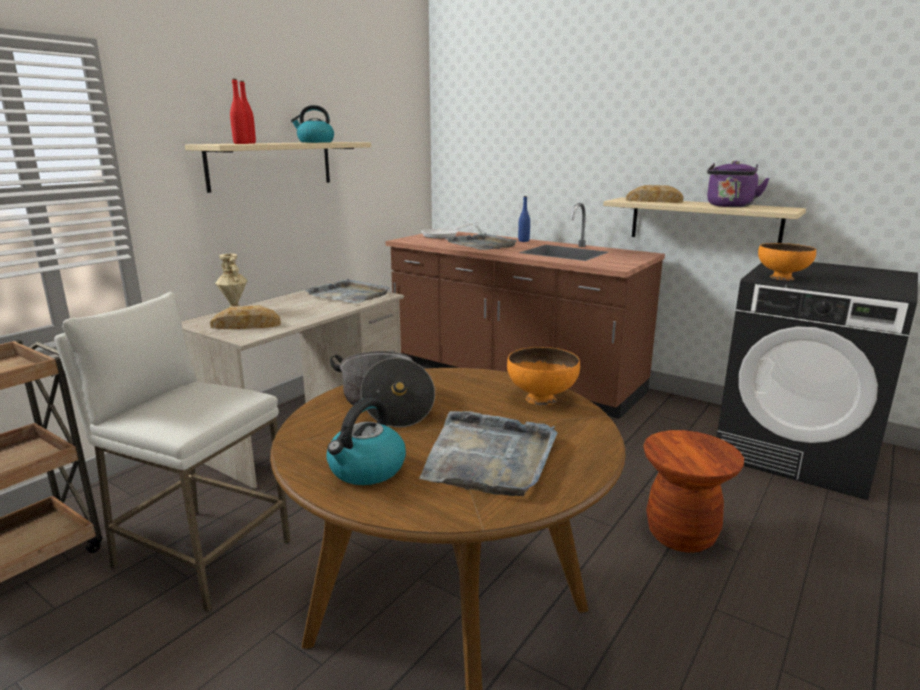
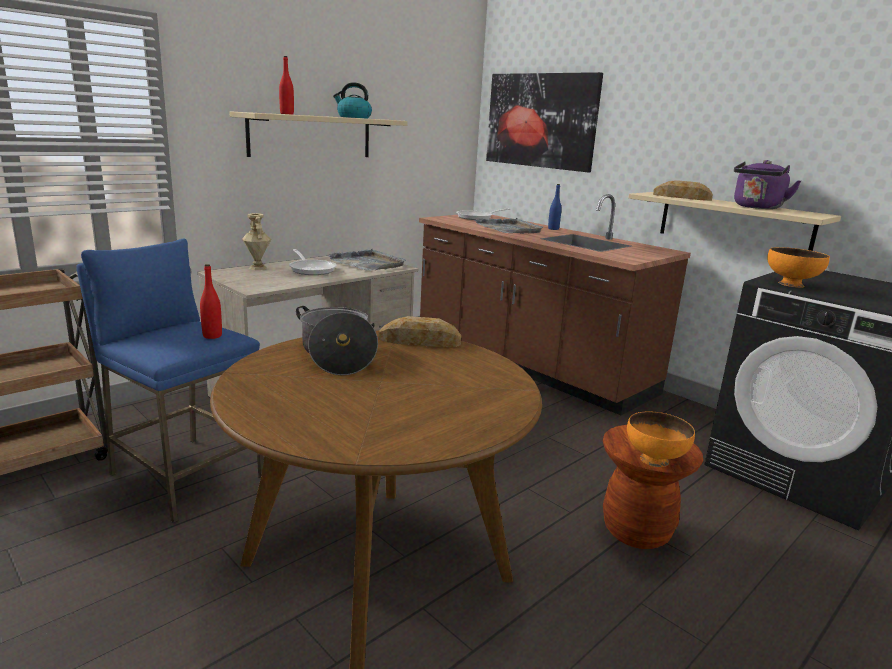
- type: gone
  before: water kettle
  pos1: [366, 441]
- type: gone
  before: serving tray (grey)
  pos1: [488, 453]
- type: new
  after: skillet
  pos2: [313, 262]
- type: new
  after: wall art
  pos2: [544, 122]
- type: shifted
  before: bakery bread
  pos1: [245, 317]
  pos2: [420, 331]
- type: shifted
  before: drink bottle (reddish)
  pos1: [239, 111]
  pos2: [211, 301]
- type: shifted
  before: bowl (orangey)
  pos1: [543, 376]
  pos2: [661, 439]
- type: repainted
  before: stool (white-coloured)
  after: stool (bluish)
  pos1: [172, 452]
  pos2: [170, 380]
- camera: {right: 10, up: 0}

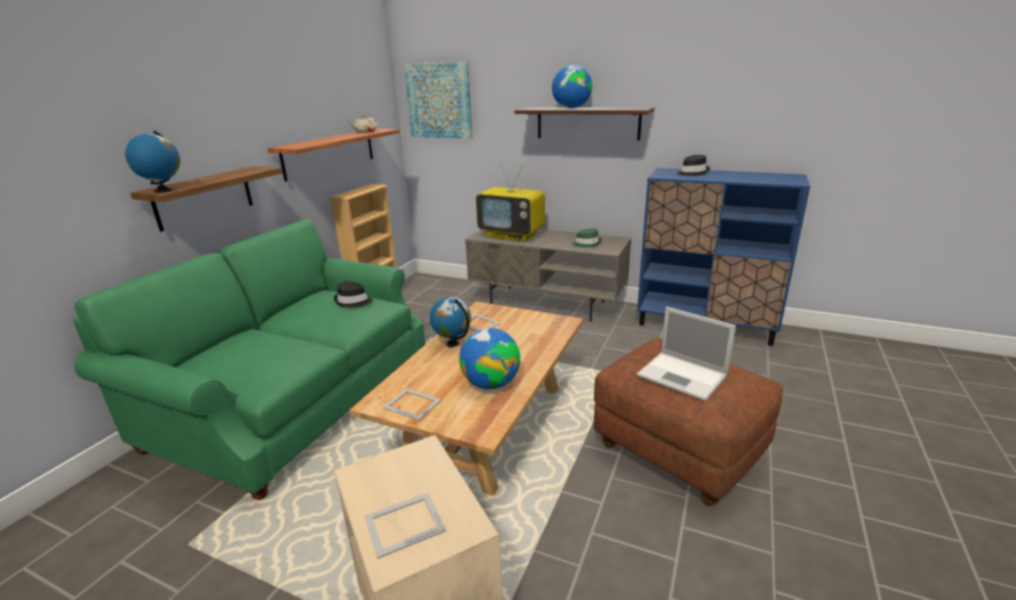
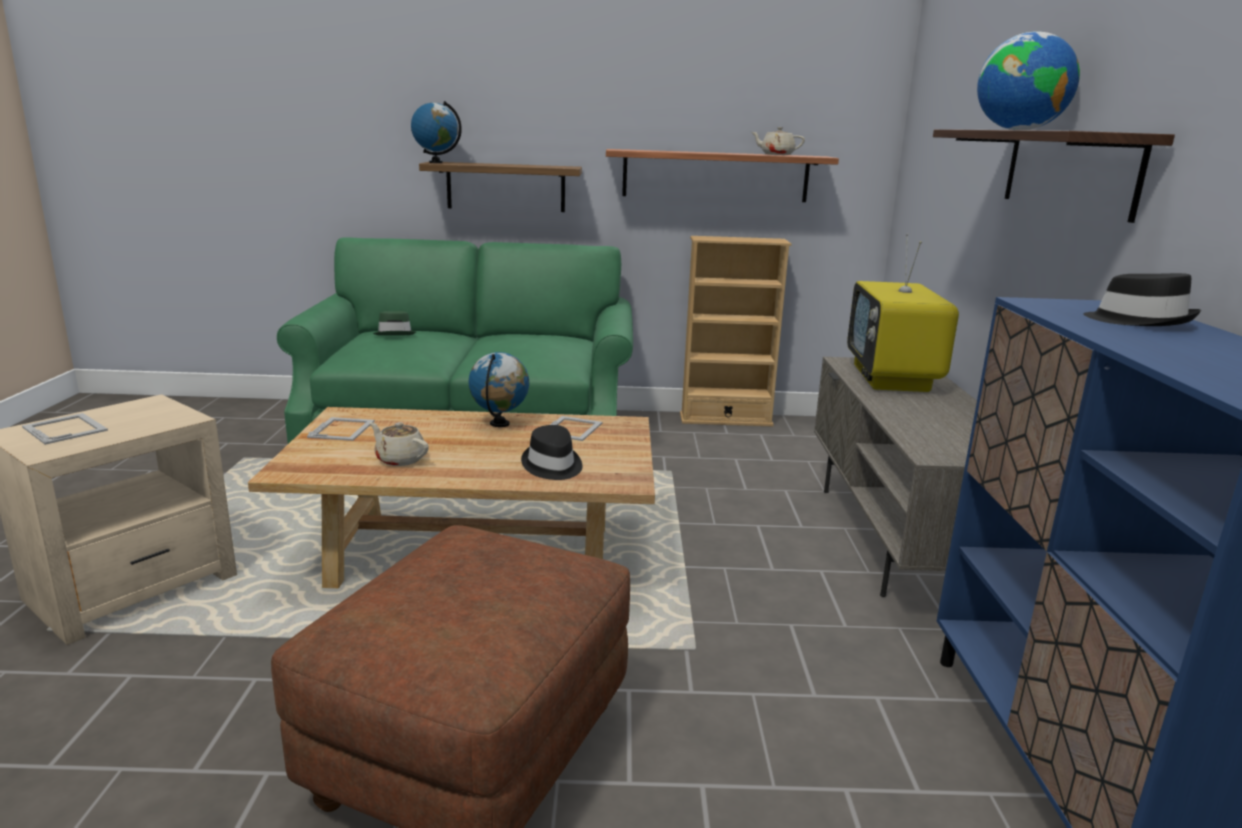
- type: gone
  before: wall art
  pos1: [438, 99]
- type: gone
  before: notebook computer
  pos1: [686, 354]
- type: shifted
  before: wearable hat (black)
  pos1: [353, 294]
  pos2: [551, 452]
- type: shifted
  before: wearable hat (green-coloured)
  pos1: [586, 238]
  pos2: [394, 323]
- type: swapped
  before: globe
  after: pot for tea (beige-coloured)
  pos1: [489, 359]
  pos2: [399, 444]
- camera: {right: 65, up: -5}

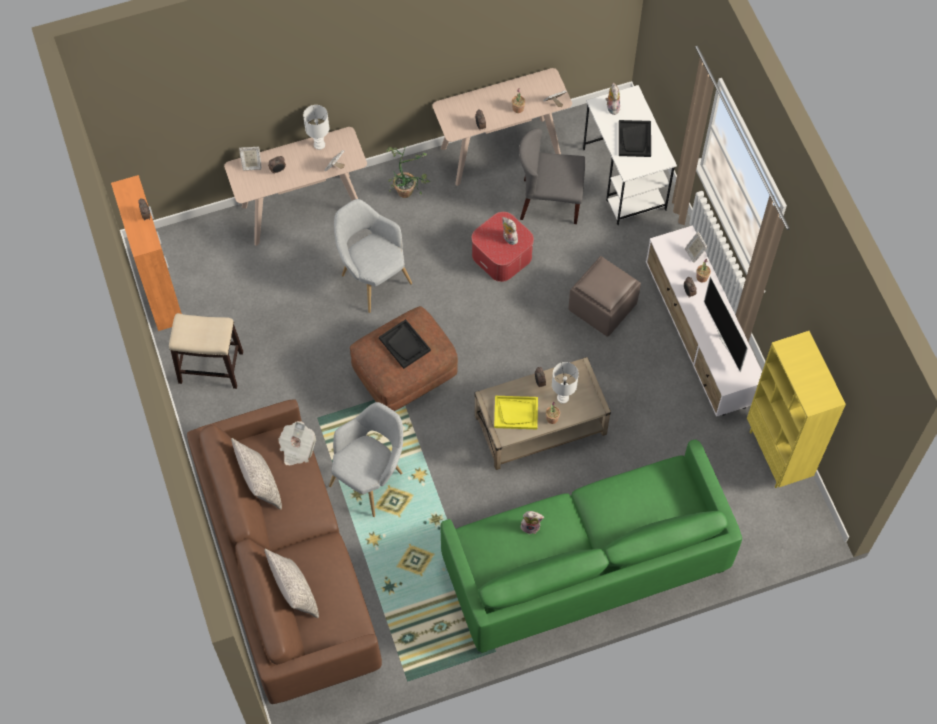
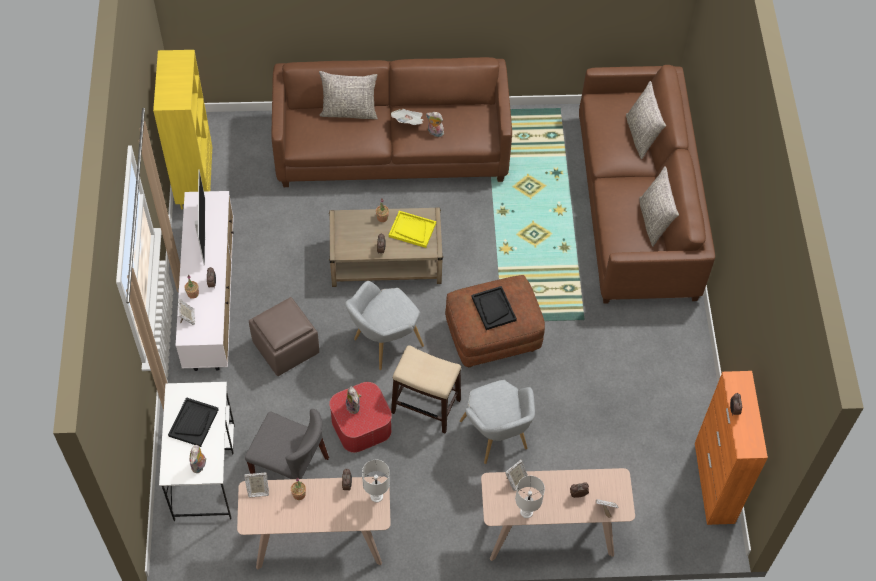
- type: gone
  before: houseplant
  pos1: [408, 172]
- type: new
  after: pillow (grey)
  pos2: [348, 95]
- type: shifted
  before: stool
  pos1: [206, 351]
  pos2: [426, 389]
- type: shifted
  before: printed paper
  pos1: [297, 443]
  pos2: [407, 117]
- type: shifted
  before: lounge chair (grey)
  pos1: [366, 459]
  pos2: [384, 325]
- type: shifted
  before: lamp for a table (white-coloured)
  pos1: [565, 382]
  pos2: [376, 481]
- type: repainted
  before: sofa (green-coloured)
  after: sofa (brown)
  pos1: [591, 546]
  pos2: [391, 122]
- camera: {right: -165, up: -5}

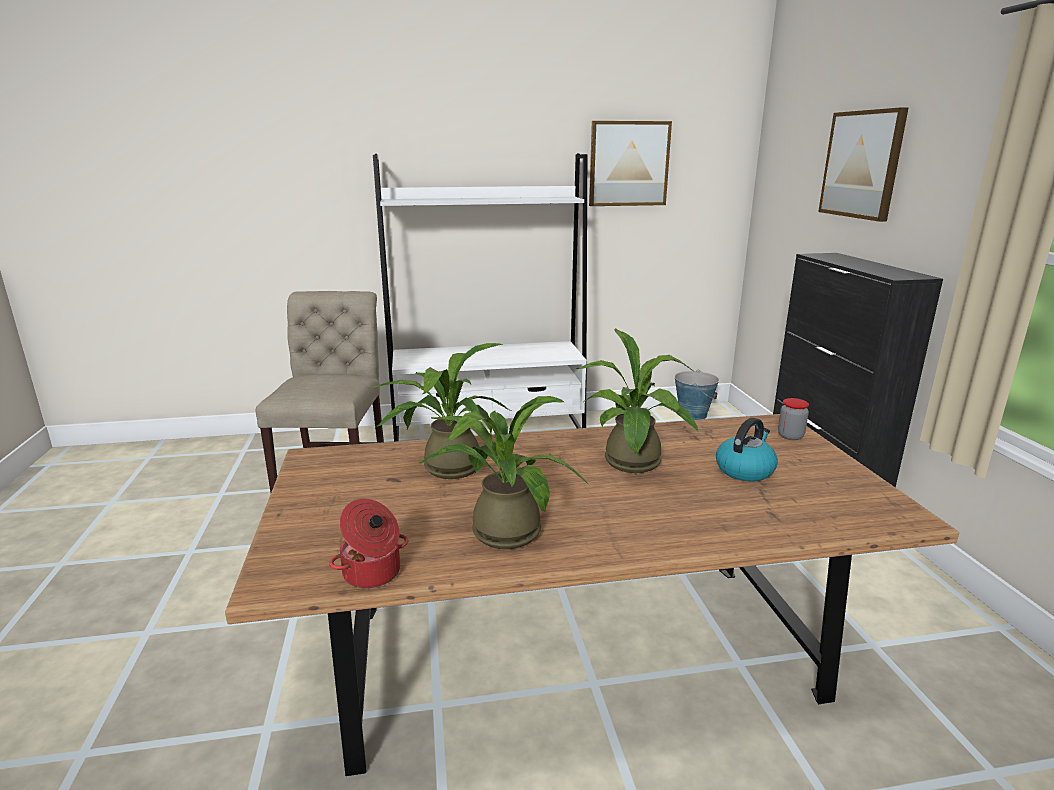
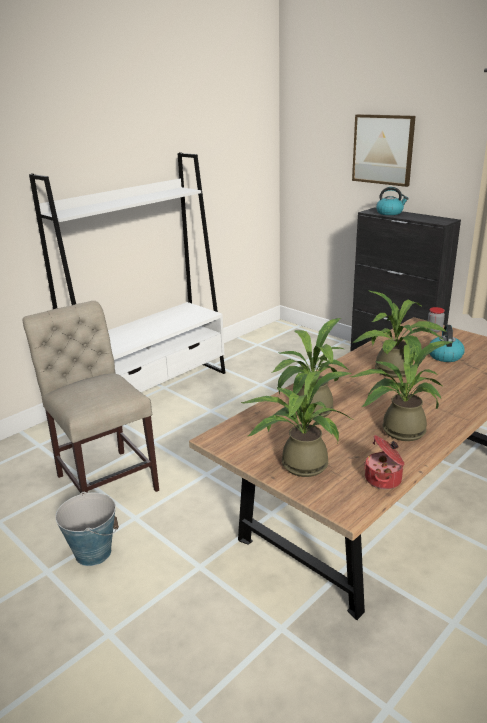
- type: gone
  before: wall art
  pos1: [630, 163]
- type: new
  after: houseplant
  pos2: [298, 424]
- type: new
  after: water kettle
  pos2: [392, 201]
- type: shifted
  before: bucket
  pos1: [697, 395]
  pos2: [87, 529]
- camera: {right: -35, up: 5}

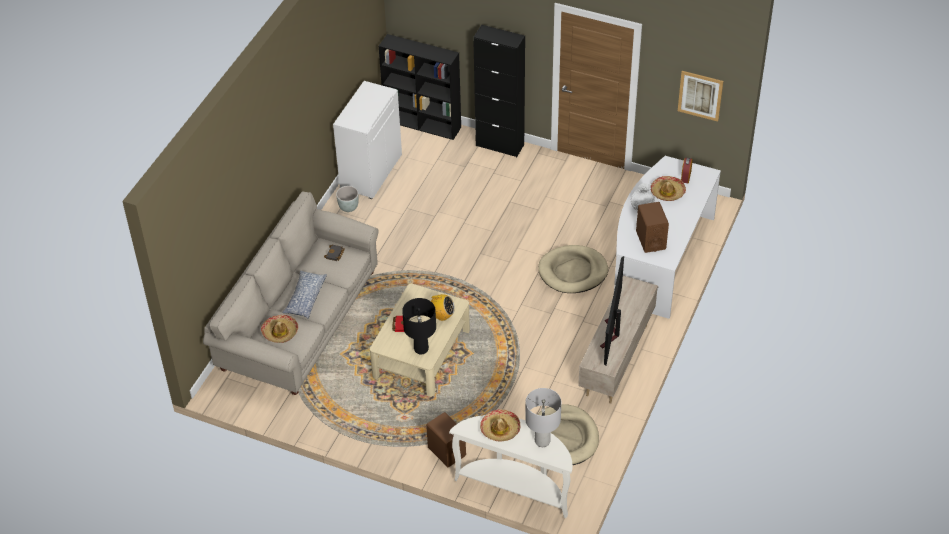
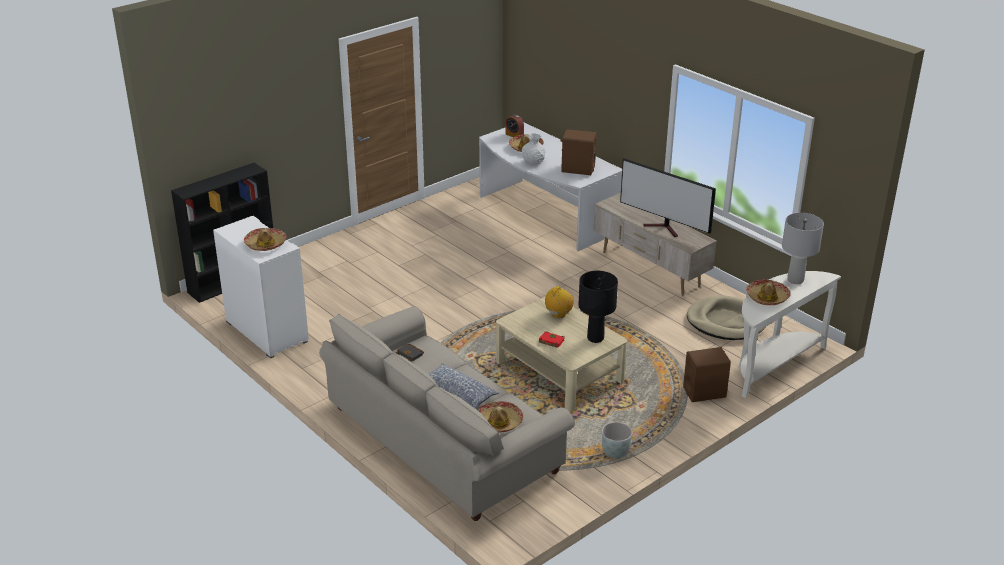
- type: gone
  before: cabinet (black)
  pos1: [499, 91]
- type: gone
  before: pet bed (beige-coloured)
  pos1: [573, 269]
- type: gone
  before: wall art
  pos1: [700, 96]
- type: new
  after: wearable hat
  pos2: [265, 239]
- type: shifted
  before: planter (grey)
  pos1: [347, 199]
  pos2: [617, 440]
- camera: {right: -65, up: -15}

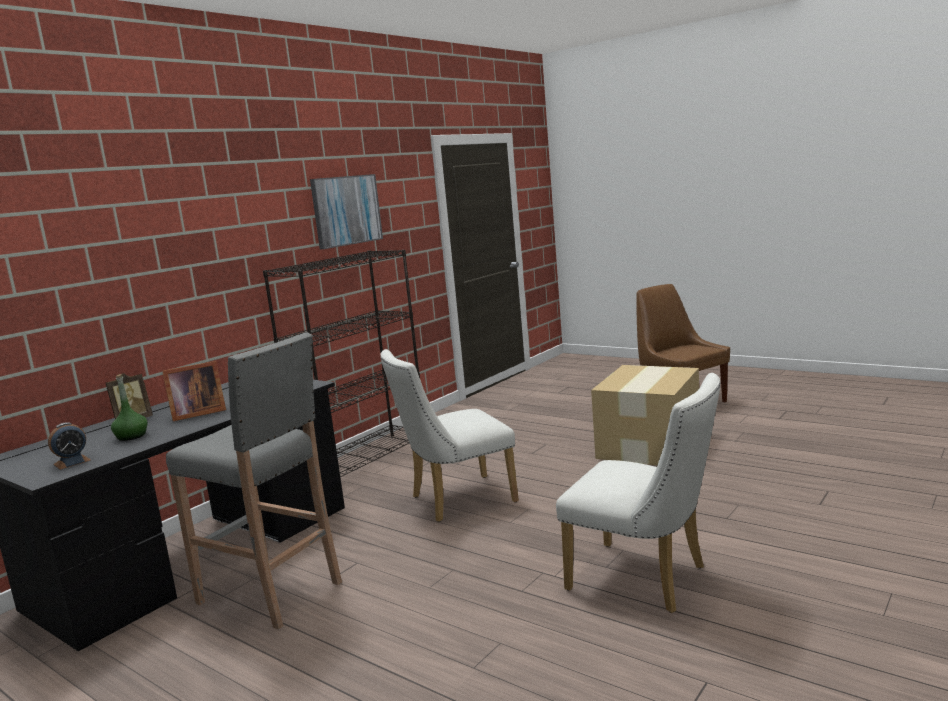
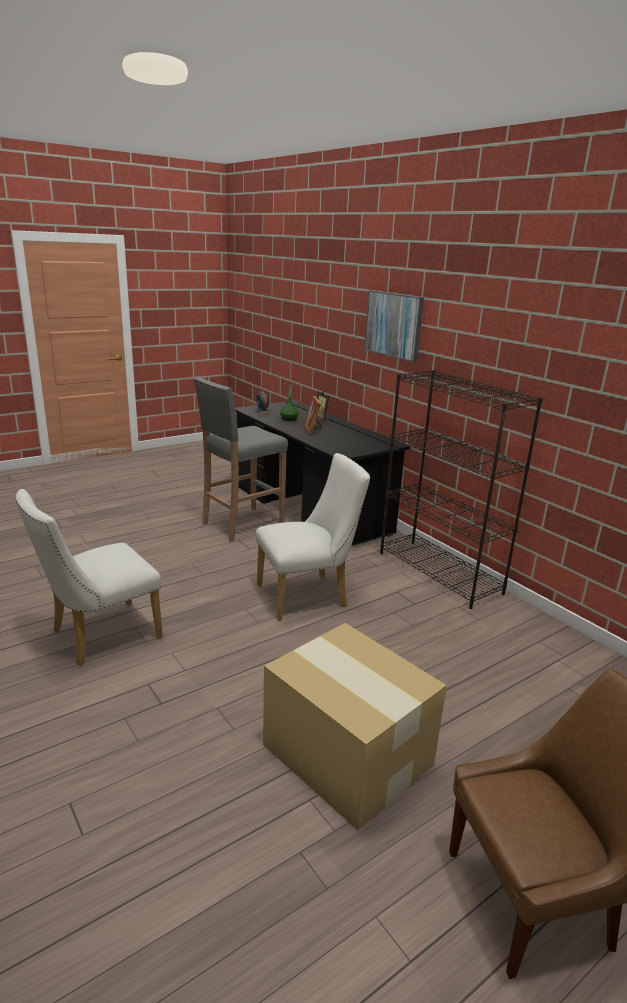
- type: shifted
  before: wall art
  pos1: [346, 211]
  pos2: [394, 326]
- type: rotated
  before: plain chair (white-coloured)
  pos1: [449, 435]
  pos2: [313, 537]
  turn: 75
- camera: {right: 105, up: 10}

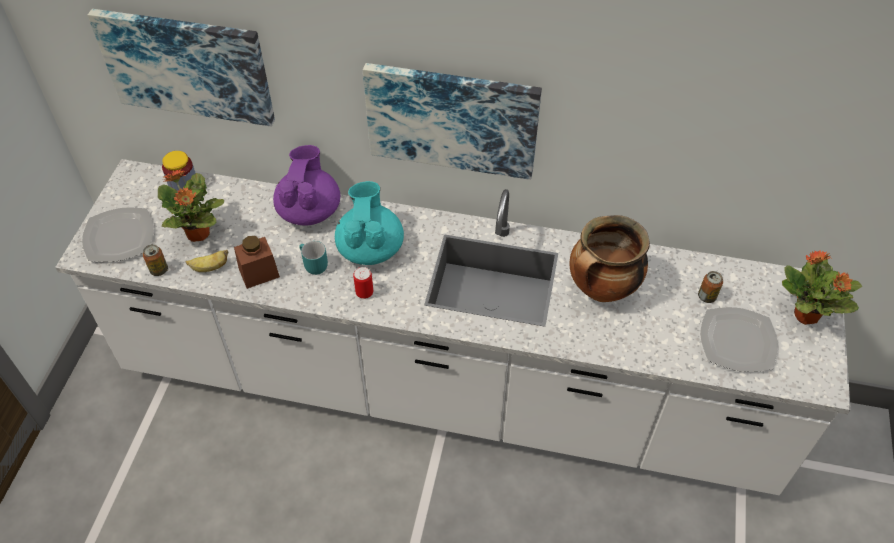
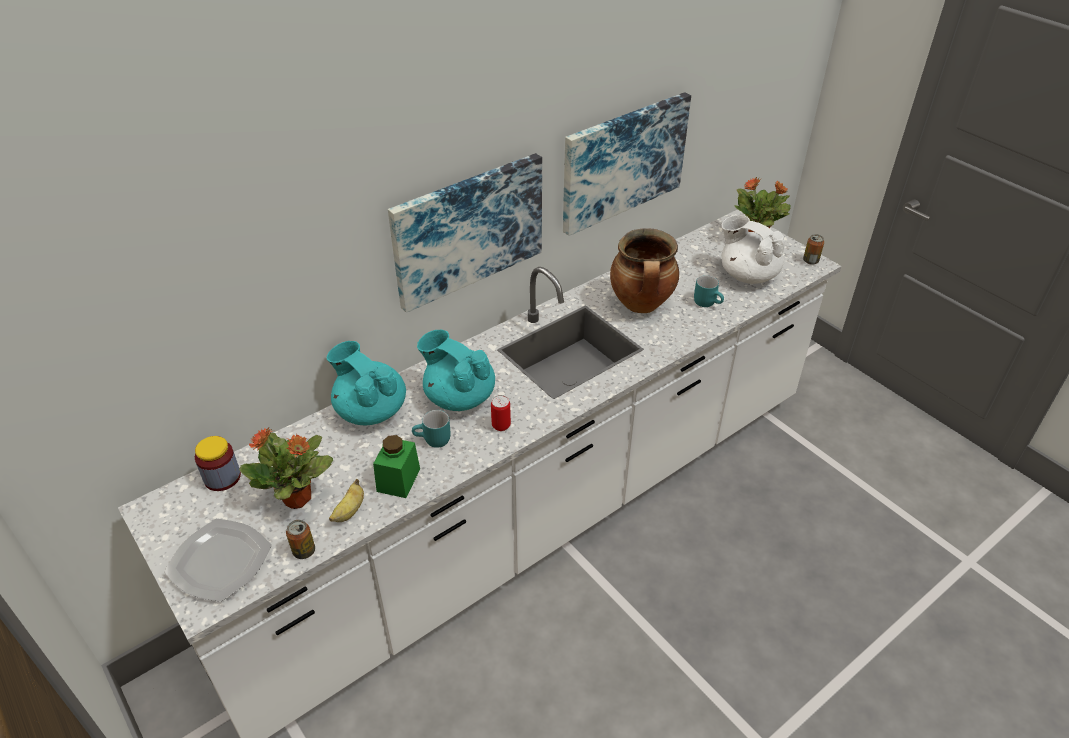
- type: new
  after: coffee mug (turquoise-coloured)
  pos2: [709, 291]
- type: shifted
  before: wall art
  pos1: [181, 68]
  pos2: [627, 164]
- type: shifted
  before: can
  pos1: [710, 287]
  pos2: [813, 249]
- type: swapped
  before: flat dish
  after: pot for tea (white-coloured)
  pos1: [739, 339]
  pos2: [753, 249]
- type: repainted
  before: jar (brown)
  after: jar (green-coloured)
  pos1: [257, 262]
  pos2: [396, 466]
- type: repainted
  before: pot for tea (purplish)
  after: pot for tea (turquoise-coloured)
  pos1: [306, 185]
  pos2: [366, 383]
- camera: {right: -50, up: -10}

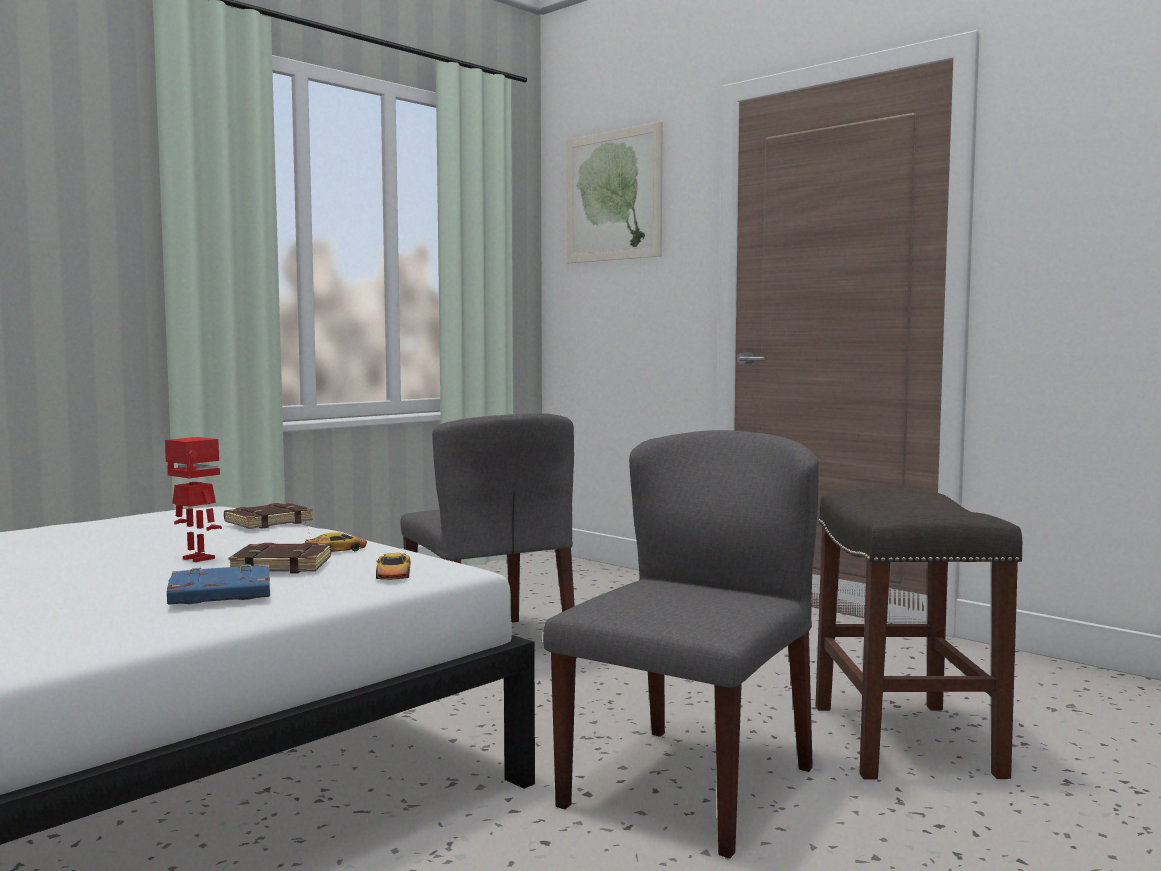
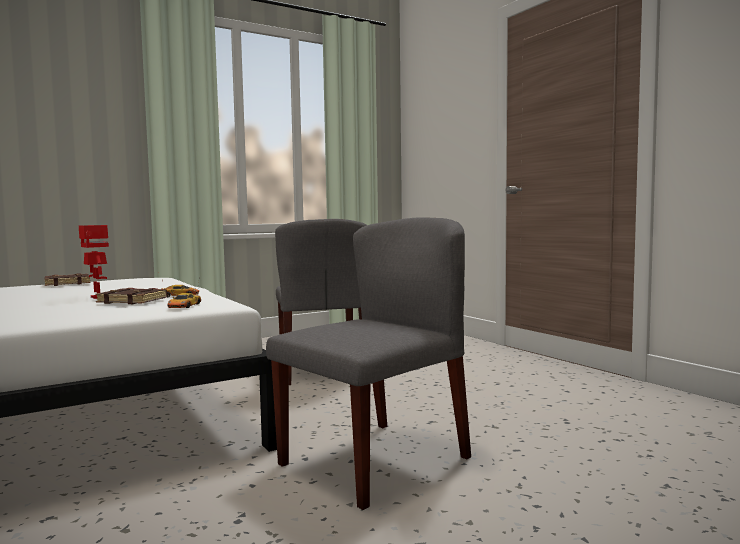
- type: gone
  before: book (bluish)
  pos1: [218, 584]
- type: gone
  before: wall art
  pos1: [614, 192]
- type: gone
  before: stool (grey)
  pos1: [918, 633]
- type: shifted
  before: book (brown)
  pos1: [268, 516]
  pos2: [67, 279]
- camera: {right: 15, up: 0}

